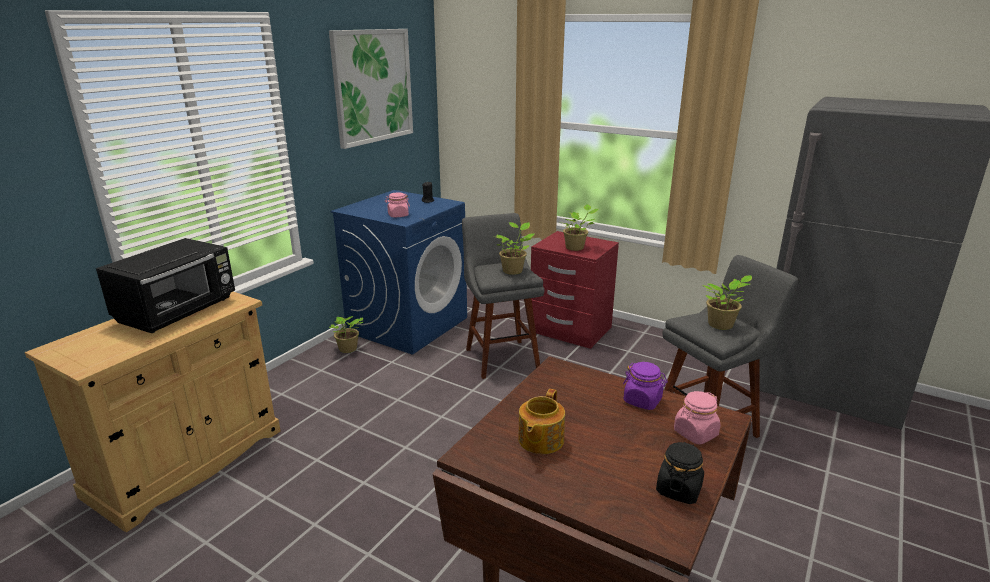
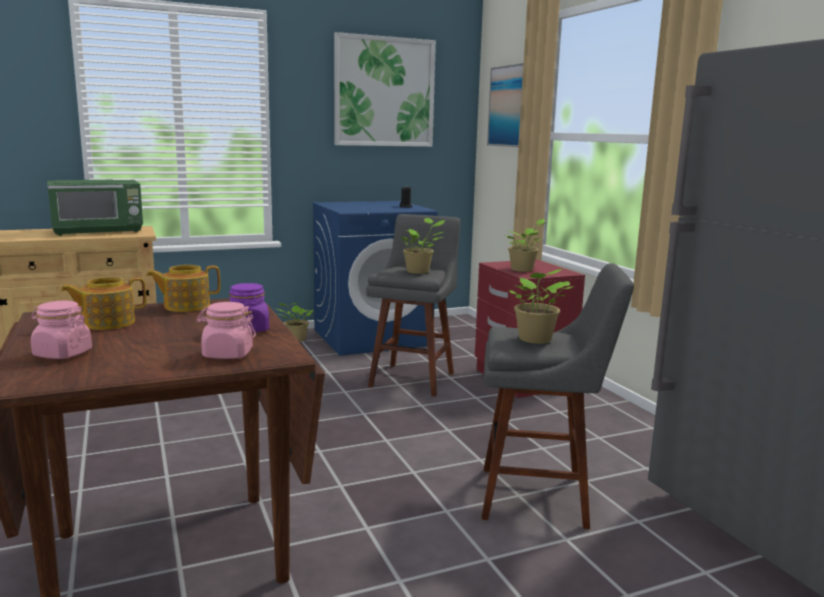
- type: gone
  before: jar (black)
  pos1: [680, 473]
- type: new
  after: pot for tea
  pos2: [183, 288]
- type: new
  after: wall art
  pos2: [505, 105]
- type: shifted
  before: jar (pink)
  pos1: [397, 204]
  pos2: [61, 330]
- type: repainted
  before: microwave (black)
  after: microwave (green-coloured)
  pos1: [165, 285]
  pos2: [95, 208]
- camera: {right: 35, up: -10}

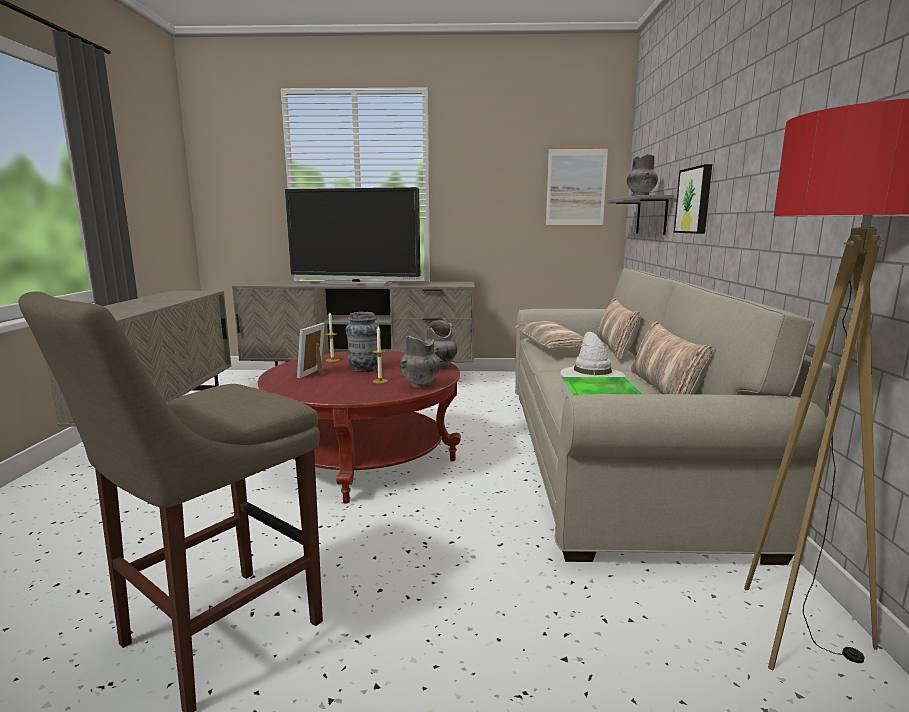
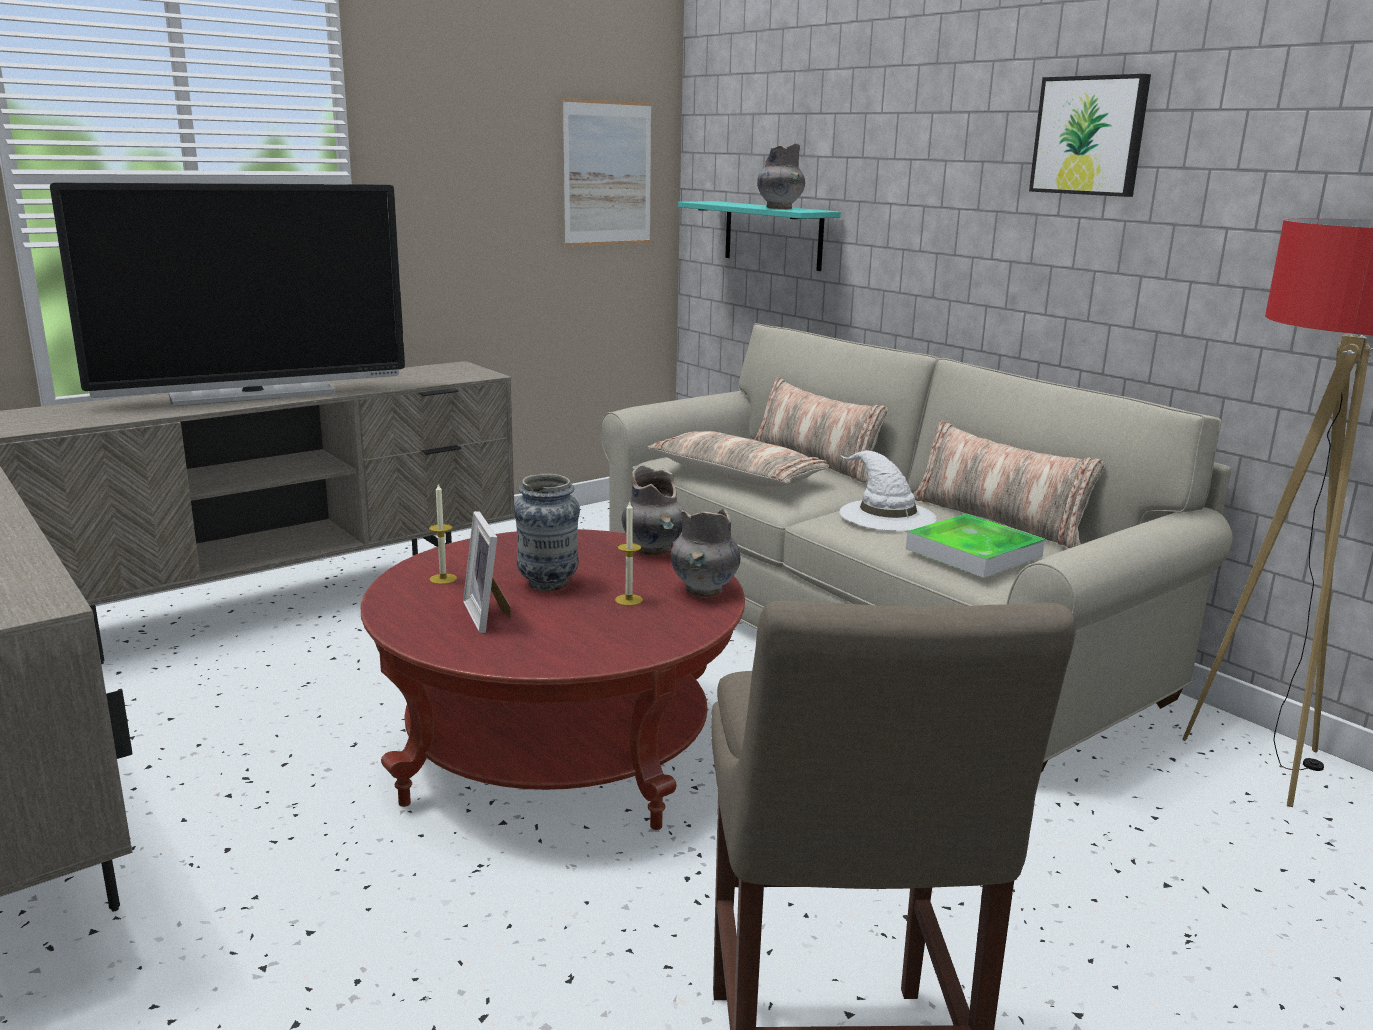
- type: shifted
  before: wall art
  pos1: [693, 199]
  pos2: [1090, 135]
- type: repainted
  before: wall shelf (grey)
  after: wall shelf (turquoise-coloured)
  pos1: [640, 215]
  pos2: [759, 236]
- camera: {right: -40, up: 5}

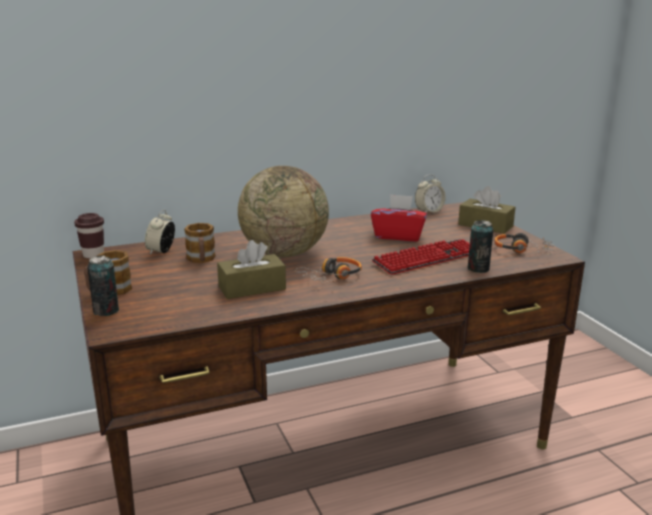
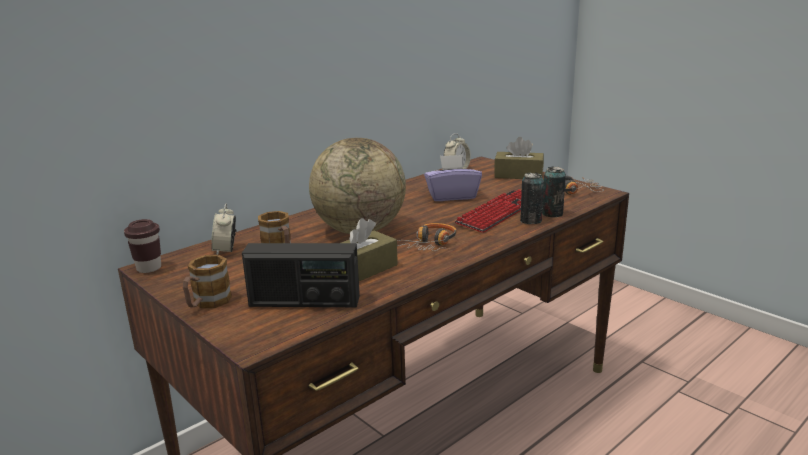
- type: new
  after: radio receiver
  pos2: [301, 275]
- type: shifted
  before: can
  pos1: [103, 285]
  pos2: [532, 198]
- type: repainted
  before: box of tissues (reddish)
  after: box of tissues (purplish)
  pos1: [399, 217]
  pos2: [453, 177]
- camera: {right: -20, up: 0}

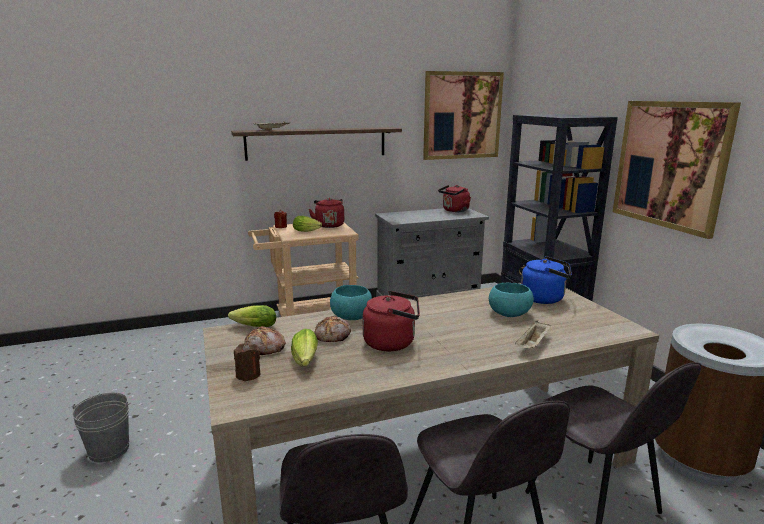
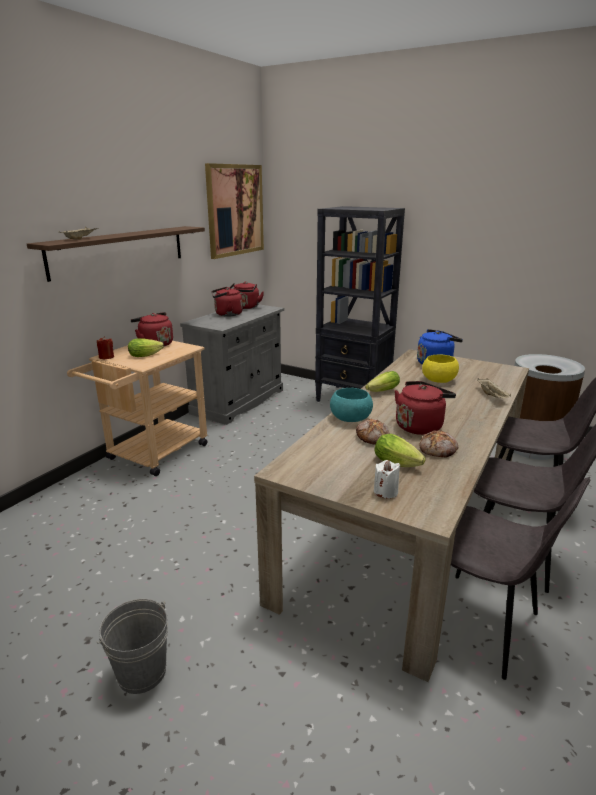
- type: gone
  before: wall art
  pos1: [677, 170]
- type: new
  after: water kettle (reddish)
  pos2: [227, 302]
- type: shifted
  before: lettuce
  pos1: [252, 316]
  pos2: [382, 381]
- type: shifted
  before: bakery bread
  pos1: [265, 340]
  pos2: [438, 444]
- type: repainted
  before: wax candle (brown)
  after: wax candle (white-coloured)
  pos1: [247, 362]
  pos2: [387, 479]
- type: repainted
  before: bowl (turquoise-coloured)
  after: bowl (yellow-coloured)
  pos1: [511, 300]
  pos2: [440, 369]
- camera: {right: -40, up: 5}

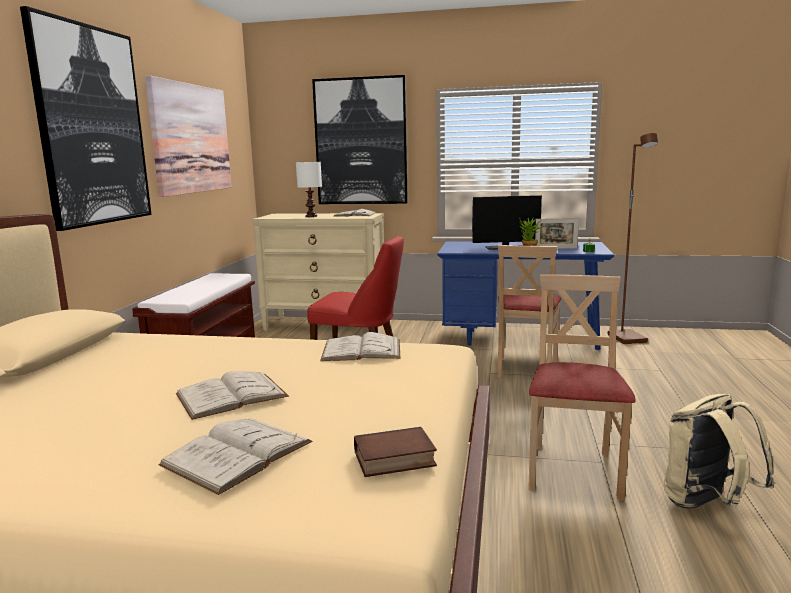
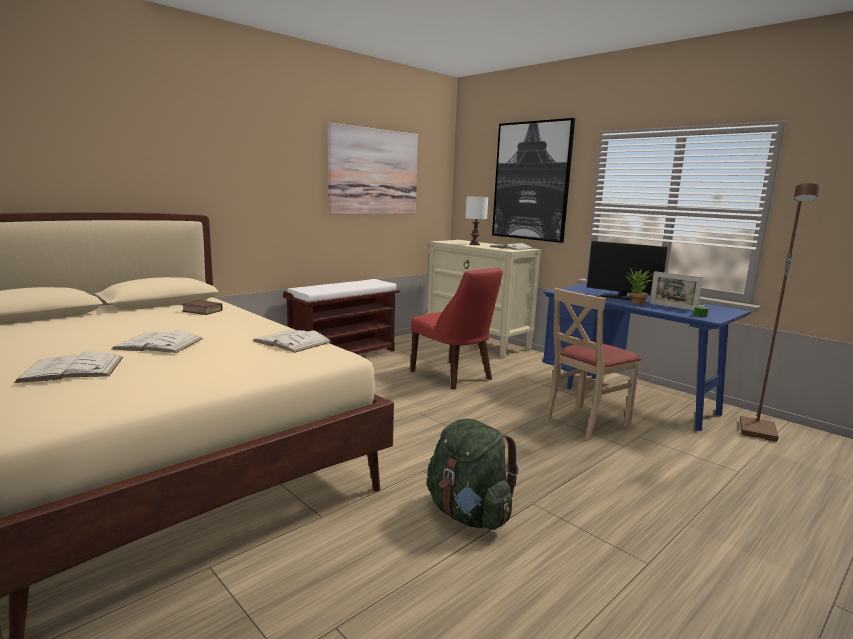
- type: gone
  before: wall art
  pos1: [86, 118]
- type: gone
  before: backpack (beige-coloured)
  pos1: [719, 451]
- type: shifted
  before: book
  pos1: [395, 452]
  pos2: [202, 307]
- type: swapped
  before: plain chair (beige-coloured)
  after: backpack (green-coloured)
  pos1: [582, 388]
  pos2: [473, 474]
- camera: {right: 35, up: 0}

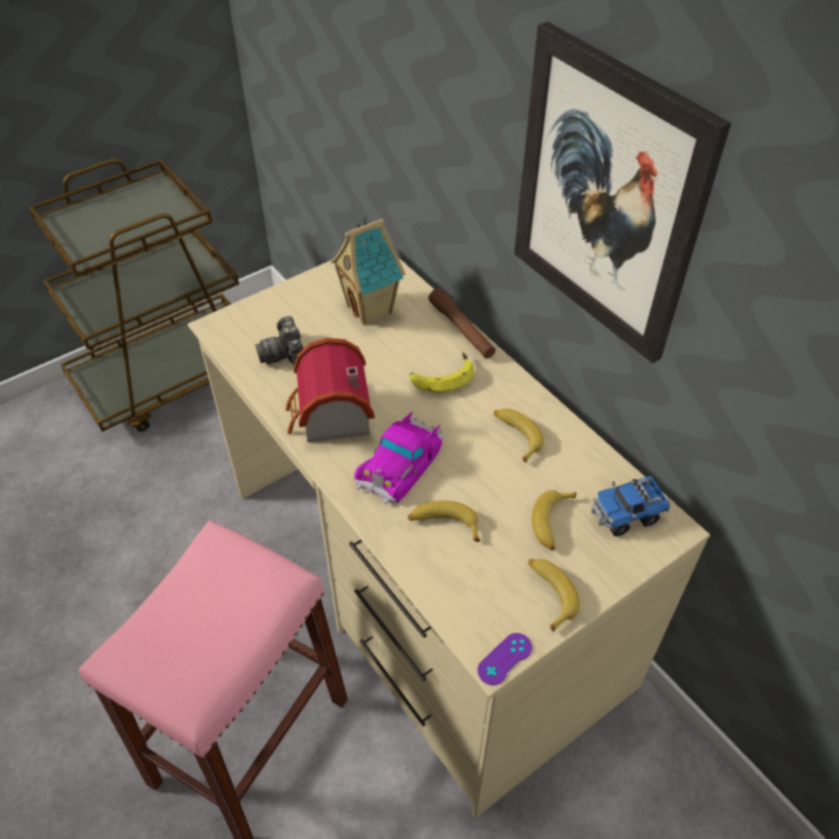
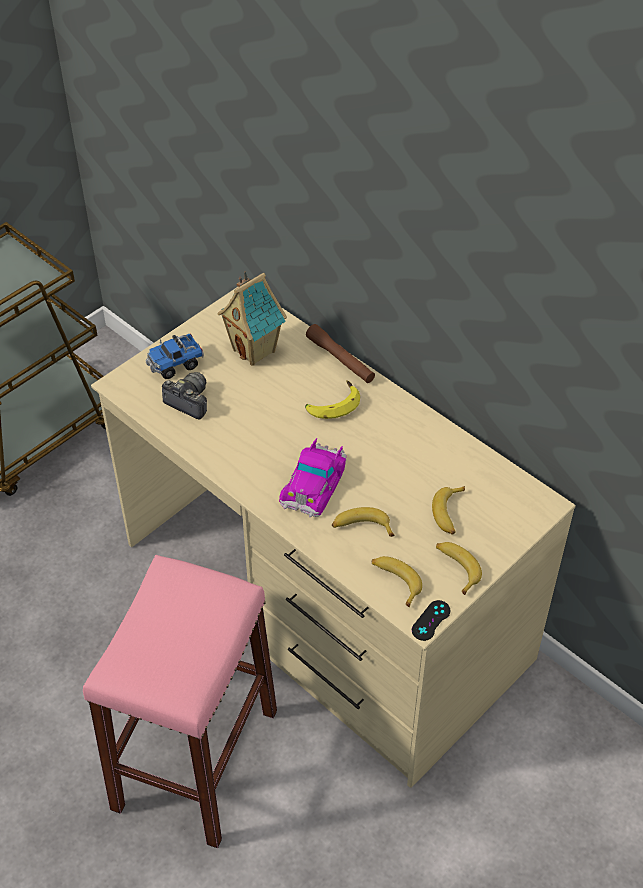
- type: gone
  before: toy house
  pos1: [330, 390]
- type: gone
  before: wall art
  pos1: [622, 192]
- type: shifted
  before: banana fruit
  pos1: [519, 435]
  pos2: [397, 581]
- type: shifted
  before: toy truck
  pos1: [630, 506]
  pos2: [175, 356]
- type: repainted
  before: joypad (purplish)
  after: joypad (black)
  pos1: [504, 659]
  pos2: [431, 620]
- type: rotated
  before: photo camera
  pos1: [279, 340]
  pos2: [184, 395]
  turn: 150
- camera: {right: -10, up: 0}

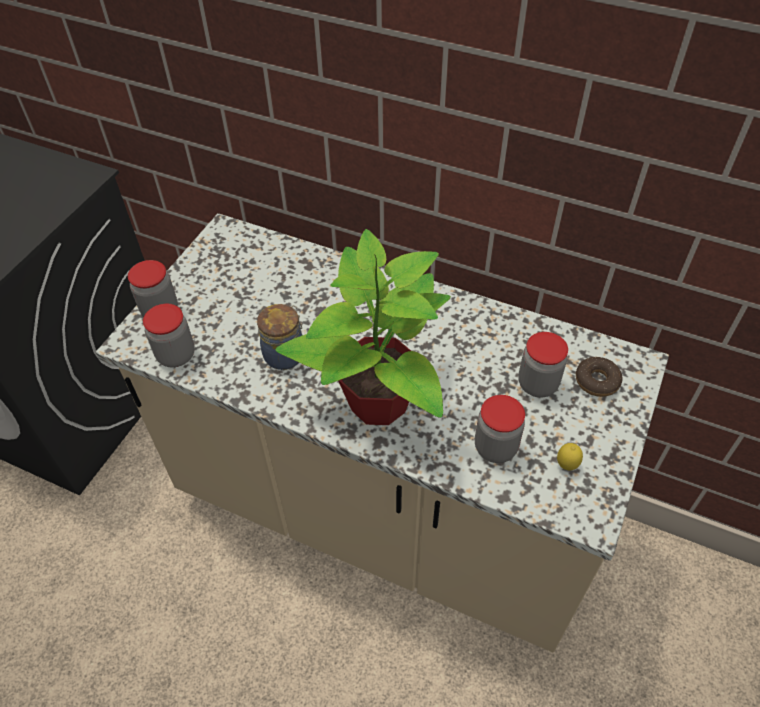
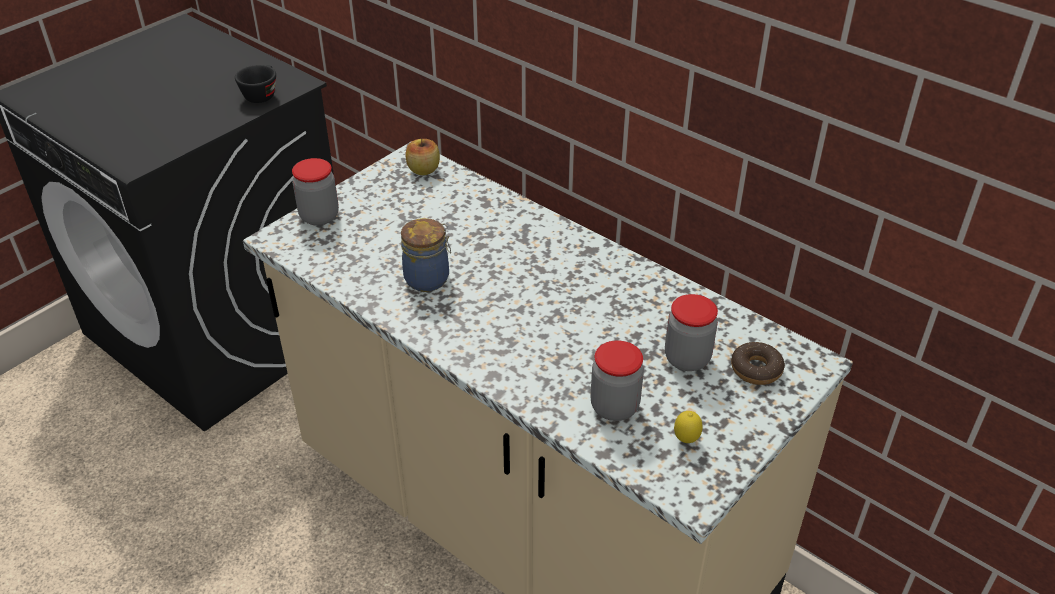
- type: gone
  before: jar
  pos1: [169, 335]
- type: gone
  before: houseplant
  pos1: [363, 327]
- type: new
  after: cup (black)
  pos2: [255, 84]
- type: new
  after: apple
  pos2: [422, 156]
- camera: {right: 15, up: -10}

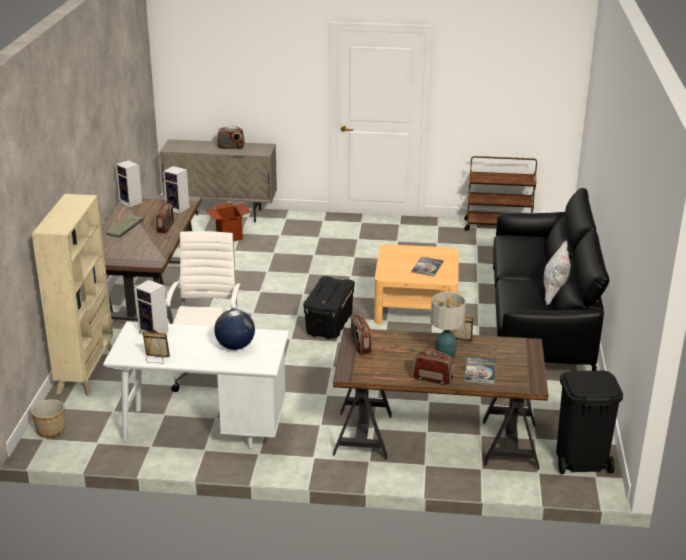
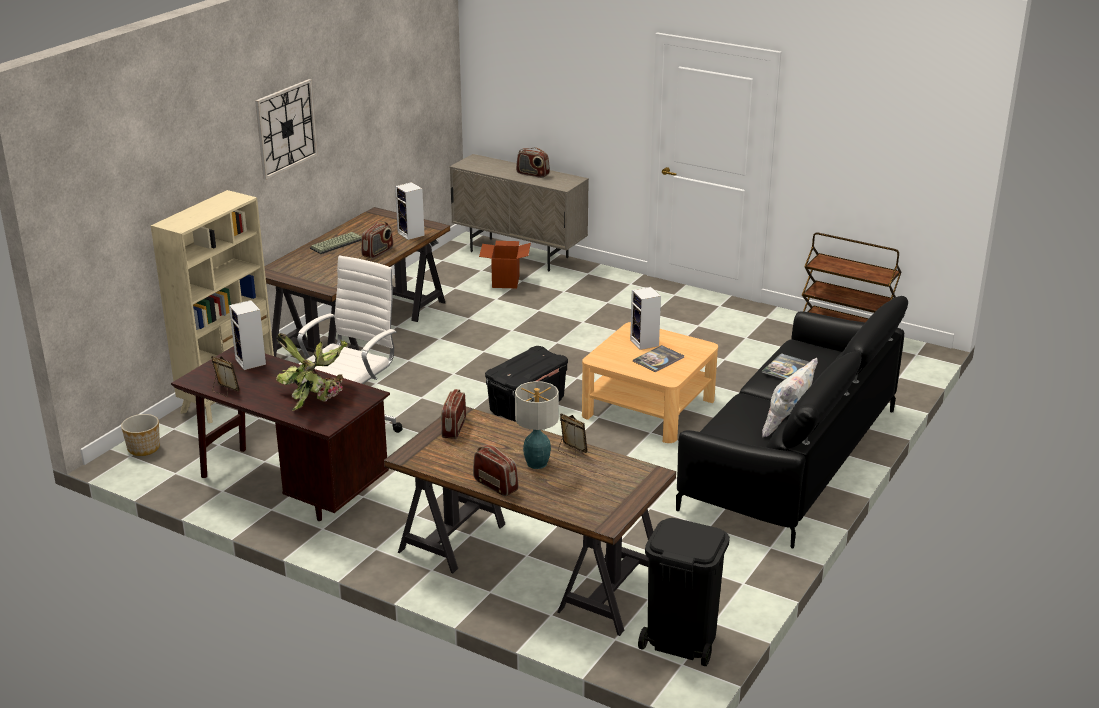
- type: new
  after: wall clock
  pos2: [286, 129]
- type: shifted
  before: speaker
  pos1: [128, 183]
  pos2: [645, 318]
- type: shifted
  before: book
  pos1: [480, 371]
  pos2: [785, 366]
- type: swapped
  before: globe
  after: houseplant
  pos1: [234, 329]
  pos2: [312, 372]
- type: repainted
  before: desk table (white-coloured)
  after: desk table (brown)
  pos1: [196, 385]
  pos2: [280, 433]
- camera: {right: 25, up: 0}

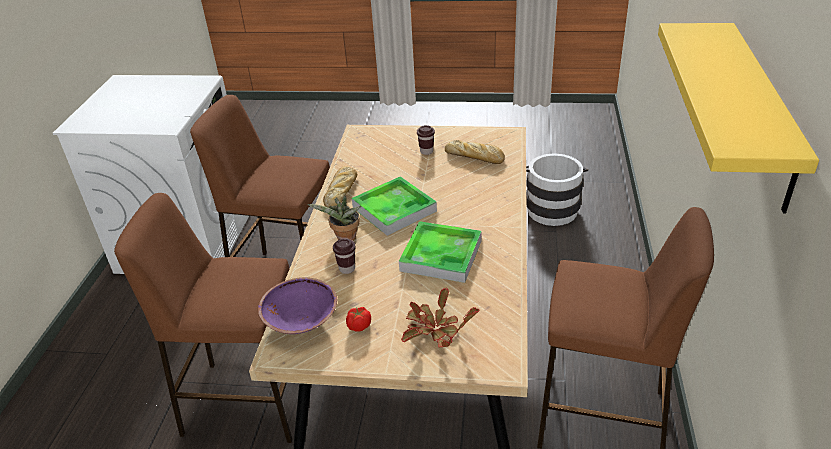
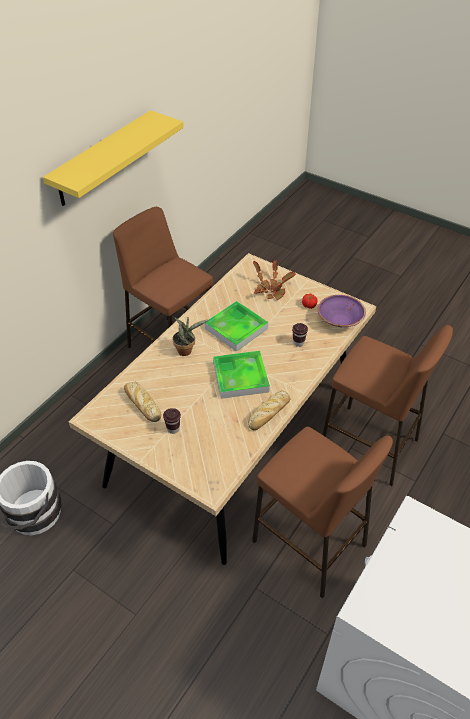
- type: shifted
  before: houseplant
  pos1: [335, 218]
  pos2: [191, 336]
- camera: {right: -155, up: 10}

